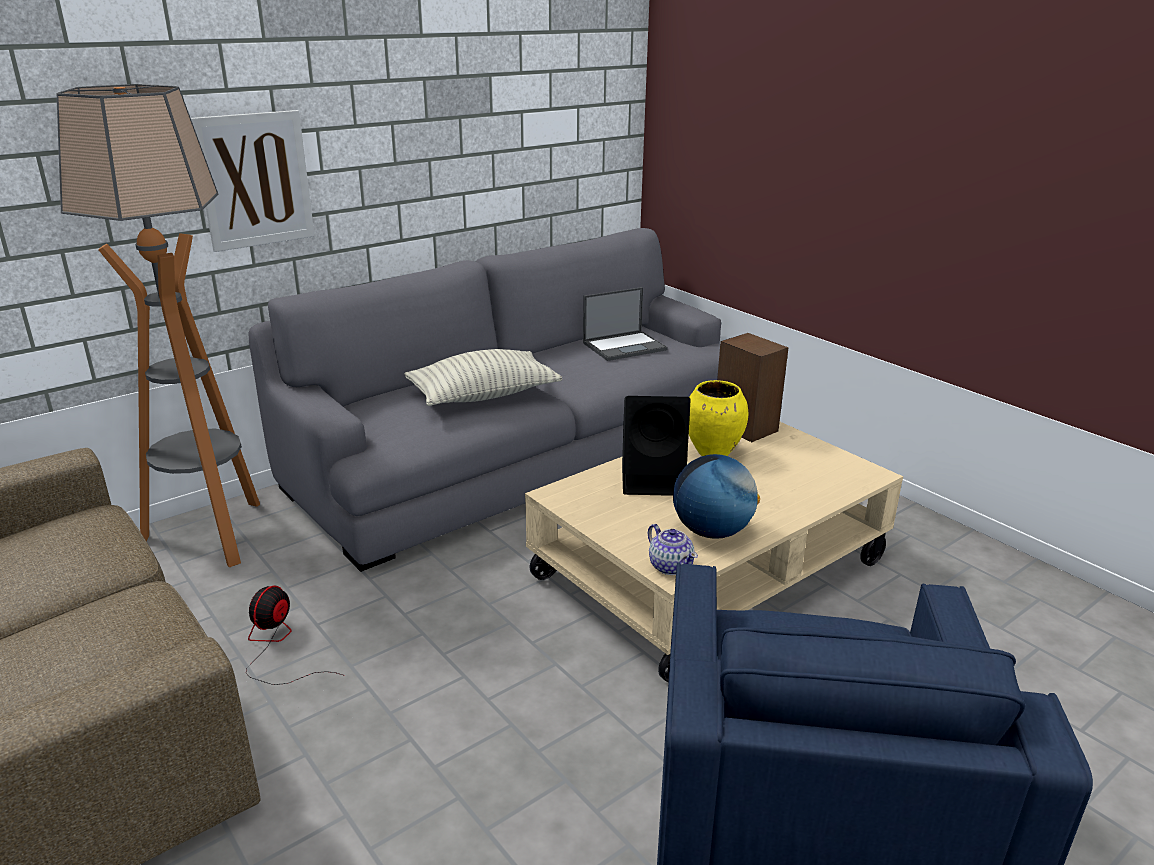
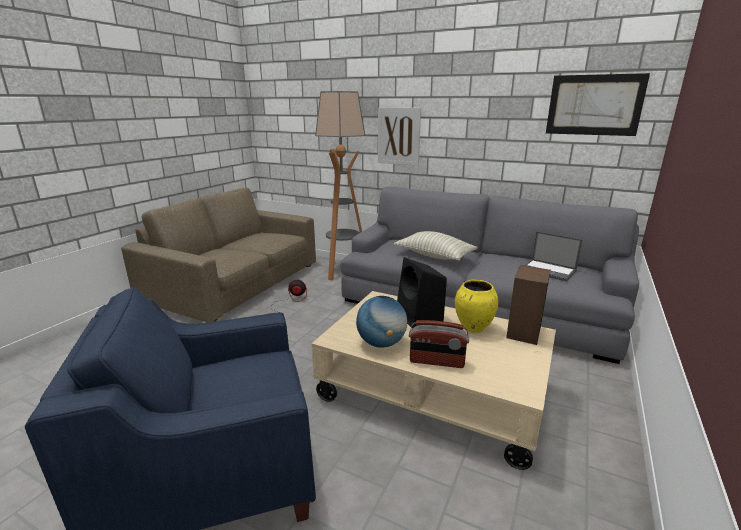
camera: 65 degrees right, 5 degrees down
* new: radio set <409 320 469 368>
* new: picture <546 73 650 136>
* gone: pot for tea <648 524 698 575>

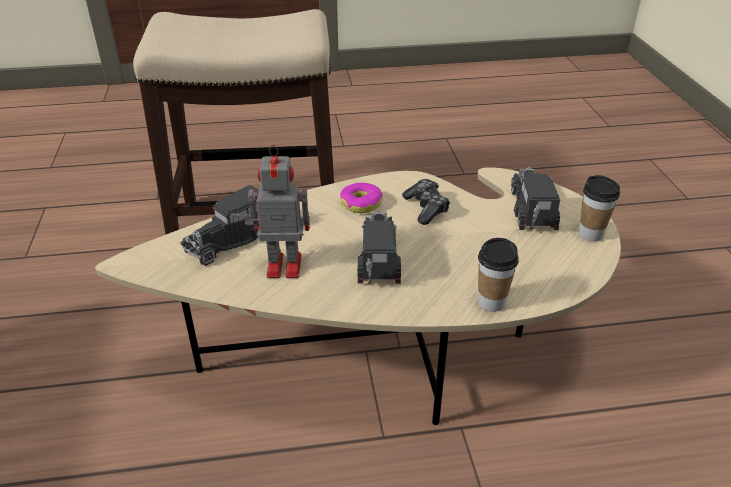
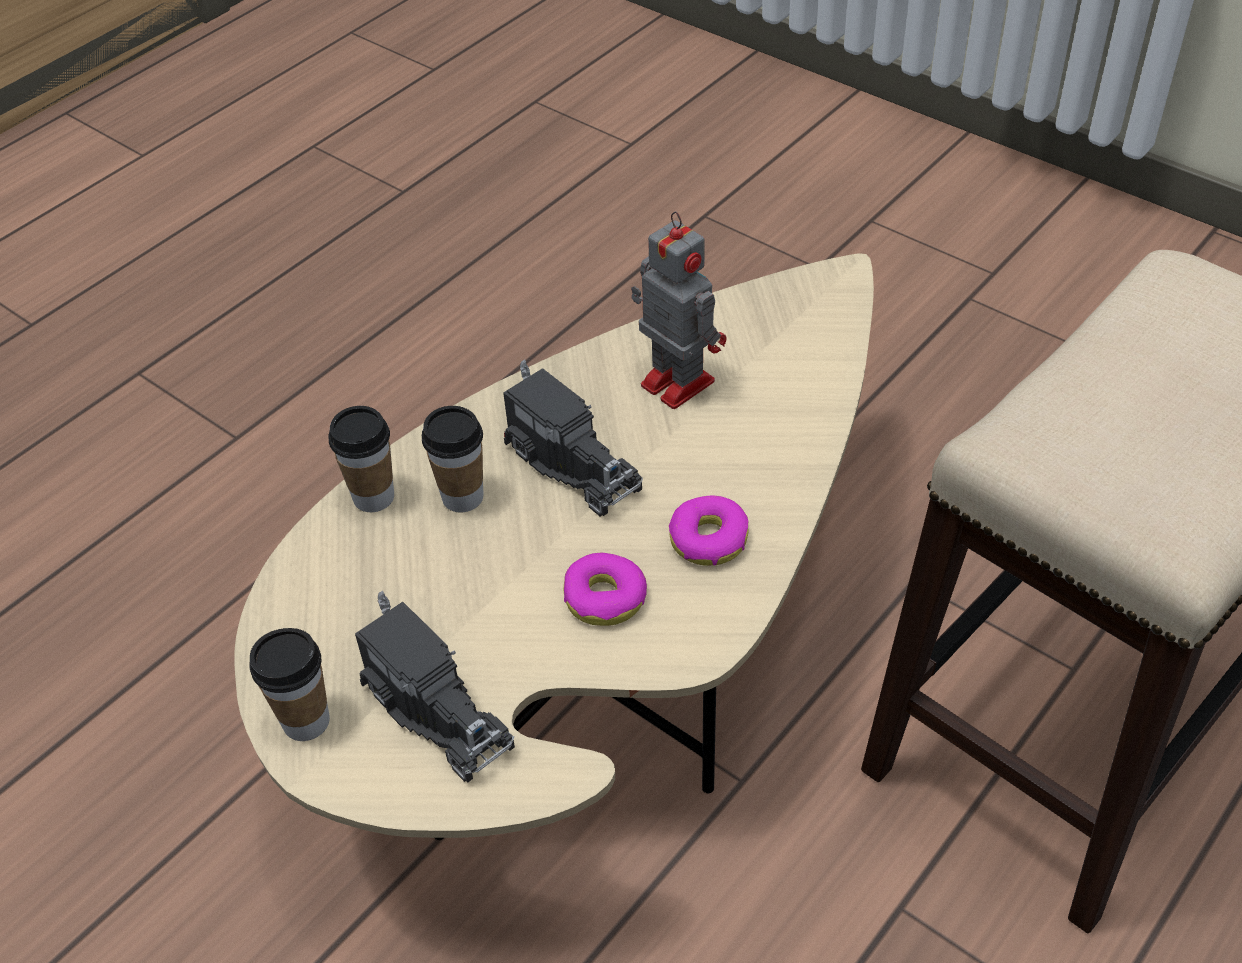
camera: 140 degrees right, 10 degrees up
* new: small cup <422 406 483 513>
* swapped: game controller <402 179 450 225> to doughnut <563 552 647 626>
* rotated: toy robot <244 145 310 278> = <631 211 726 409> 90 degrees counterclockwise
* gone: toy lorry <180 185 259 266>

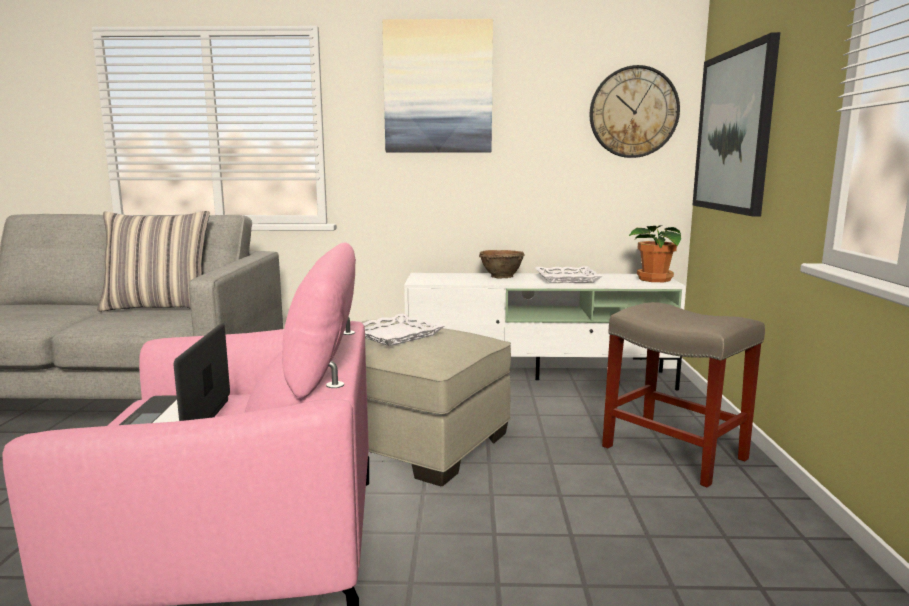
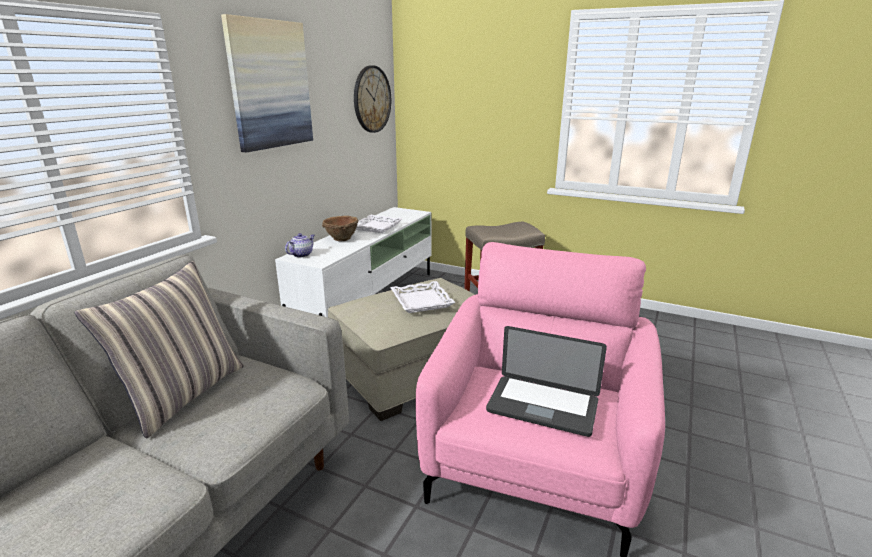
camera: 65 degrees left, 10 degrees up
* new: pot for tea <285 233 314 258>
* gone: houseplant <629 226 681 282>
* gone: picture <693 32 781 217>

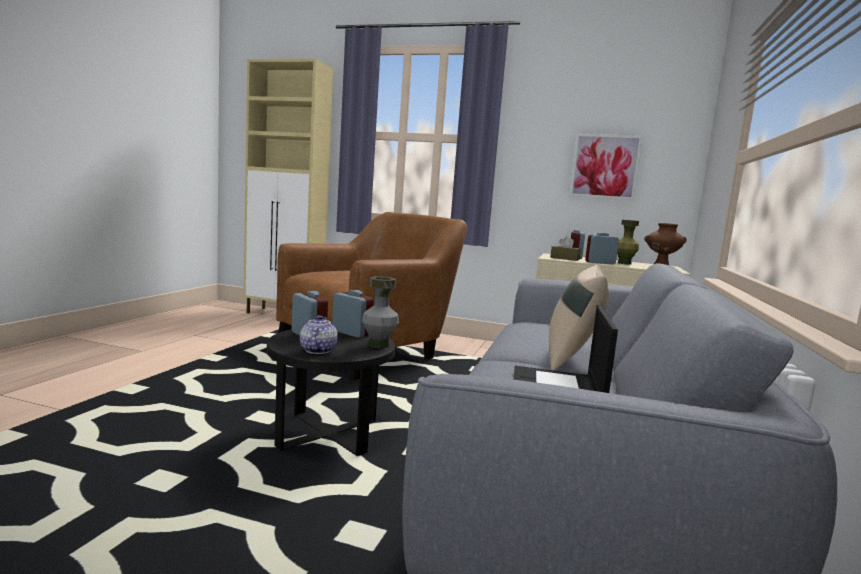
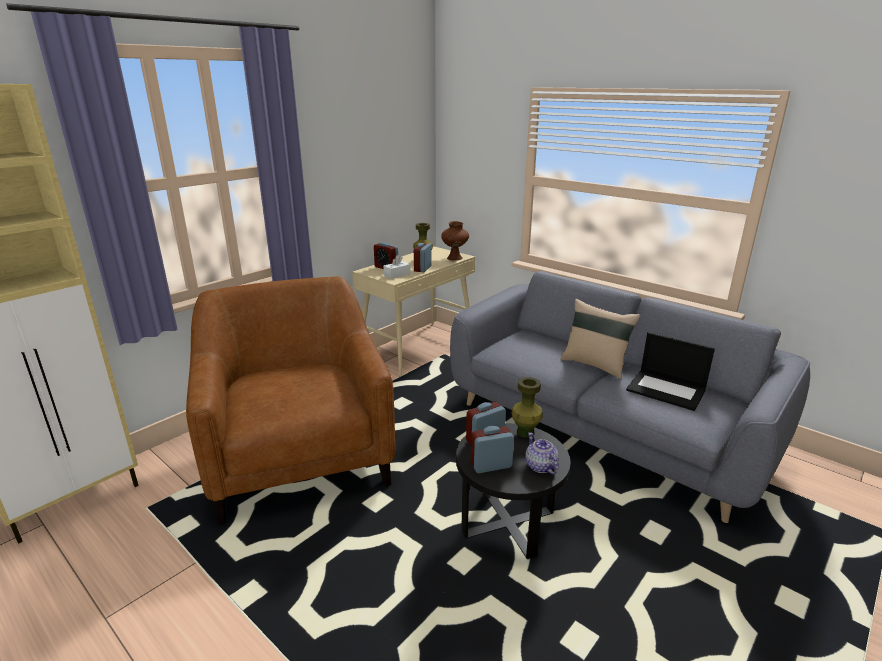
camera: 65 degrees left, 15 degrees up
* repainted: brownish box of tissues <550 236 581 261> to white-coloured box of tissues <383 255 411 279>
* repainted: greyish vase <362 277 399 348> to greenish vase <511 377 543 438>
* rotated: pot for tea <300 315 338 354> = <526 432 559 474> 45 degrees clockwise
* gone: picture <569 134 643 201>

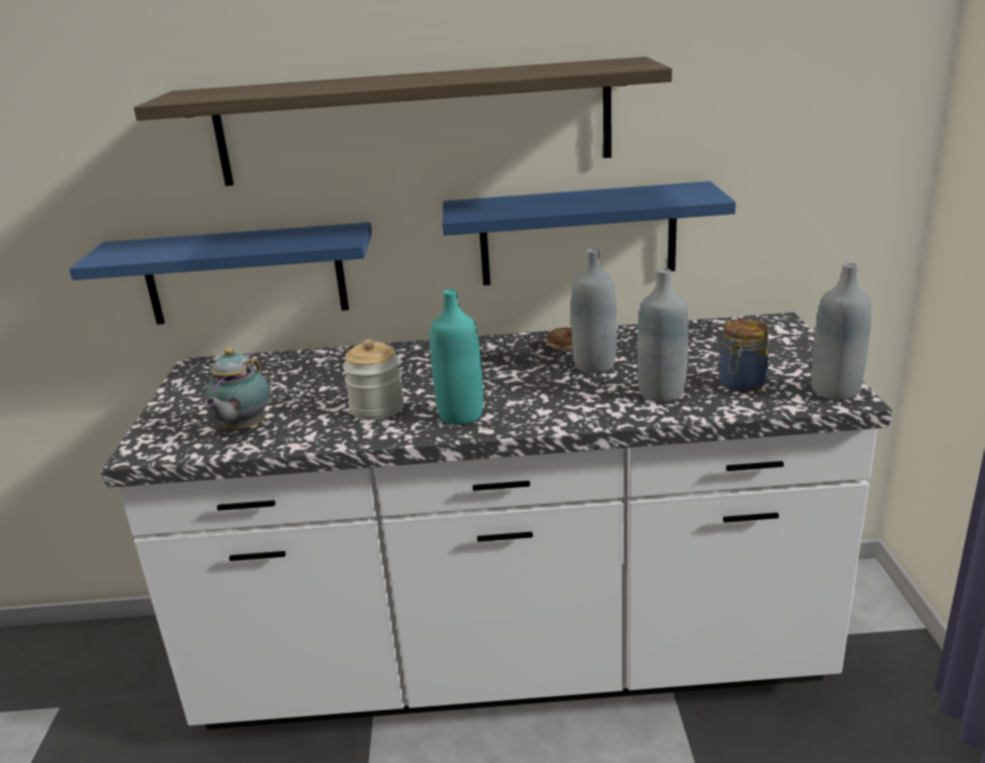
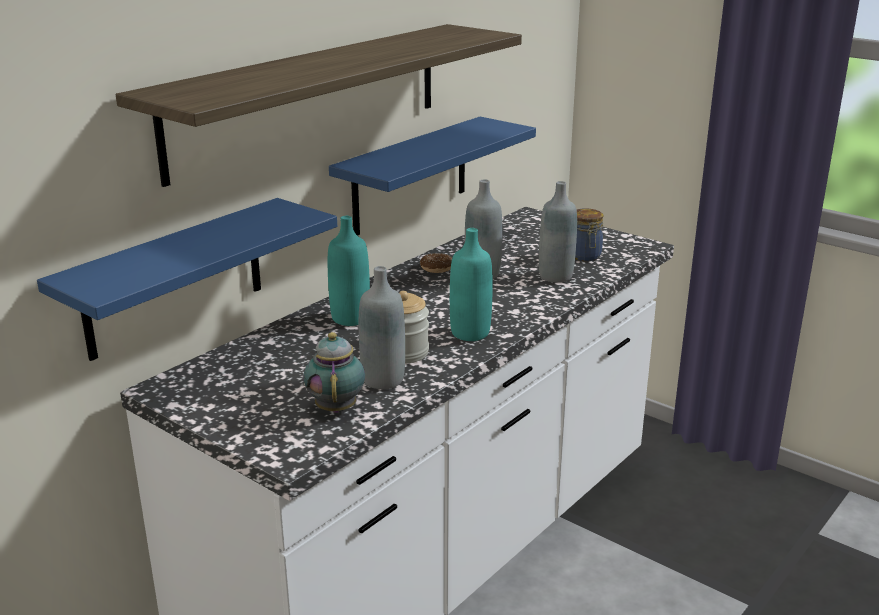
camera: 50 degrees left, 0 degrees up
* rotated: pot for tea <204 348 270 432> = <304 332 365 413> 150 degrees counterclockwise
* new: turquoise-coloured bottle <328 216 370 326>
* shifted: greyish bottle <811 263 872 400> to <359 266 405 389>

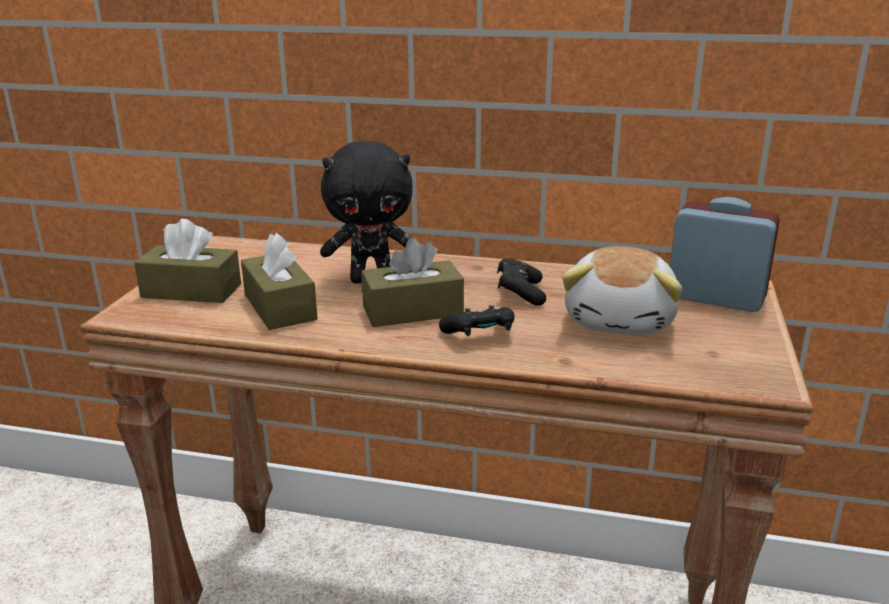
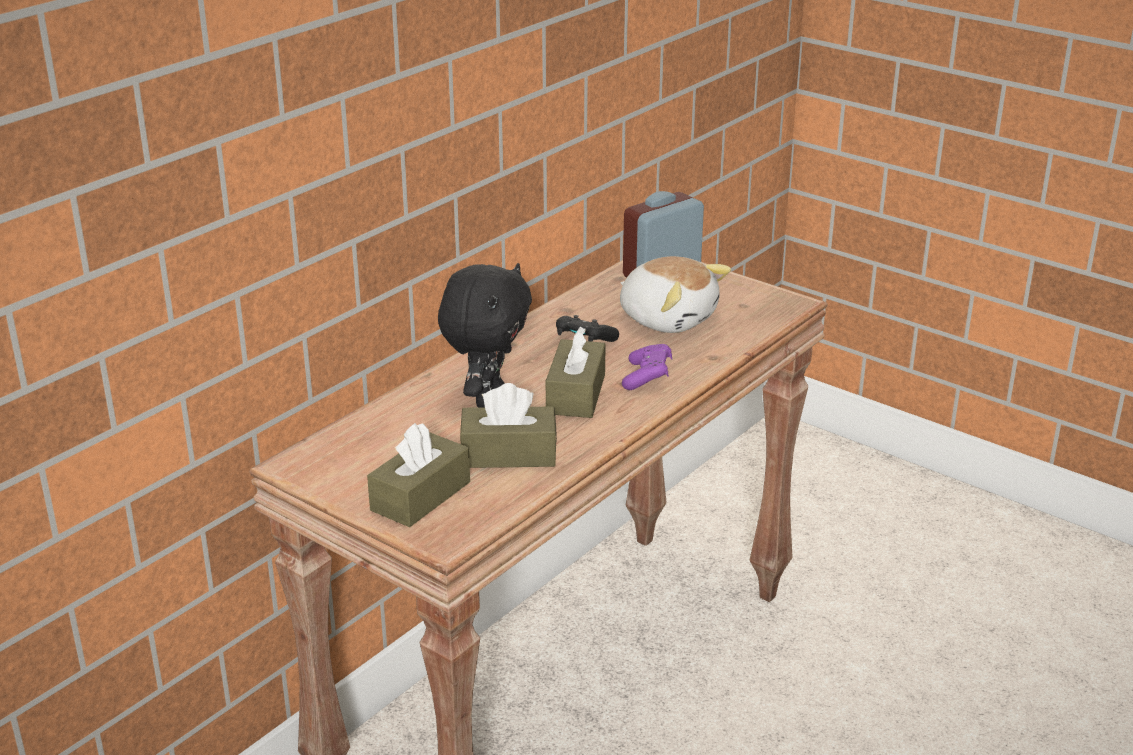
camera: 65 degrees left, 5 degrees up
* repainted: black-coloured game controller <439 305 515 336> to purple-coloured game controller <622 344 672 390>

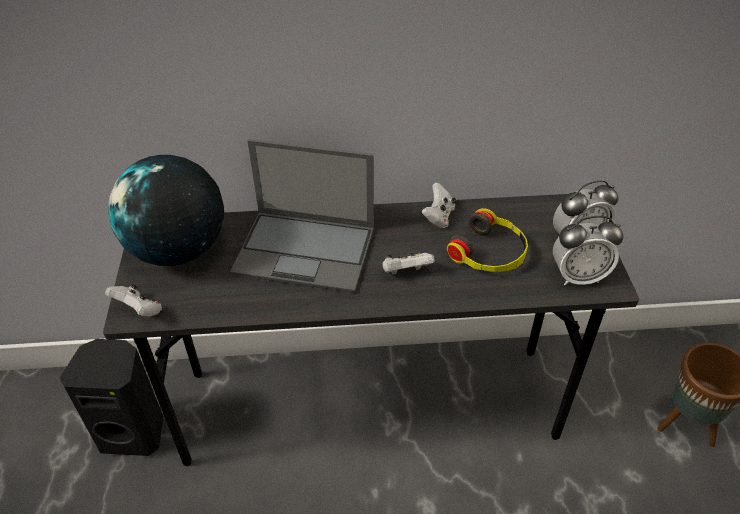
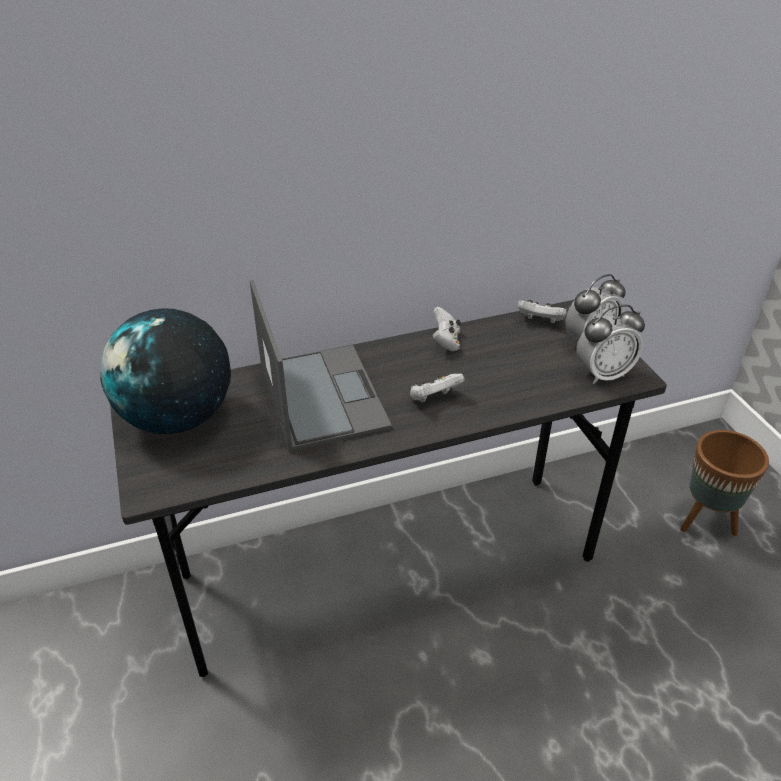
camera: 15 degrees left, 5 degrees down
* rotated: notebook computer <230 139 374 293> = <250 280 392 451> 105 degrees counterclockwise
* shifted: white-coloured game controller <105 284 162 316> to <518 300 567 323>
* gone: black-coloured audio speaker <60 339 163 456>
* gone: headphones <447 208 528 272>

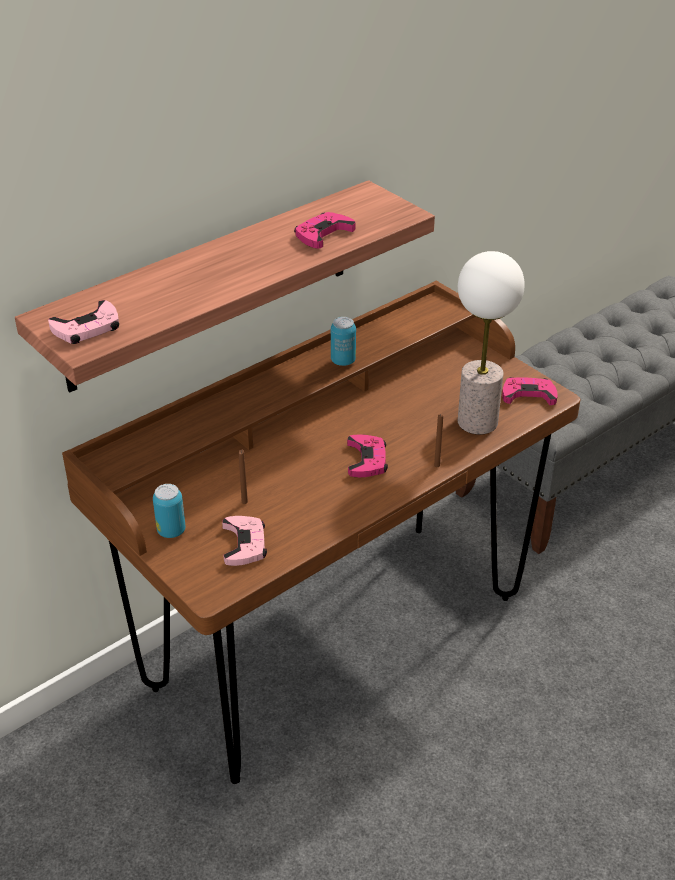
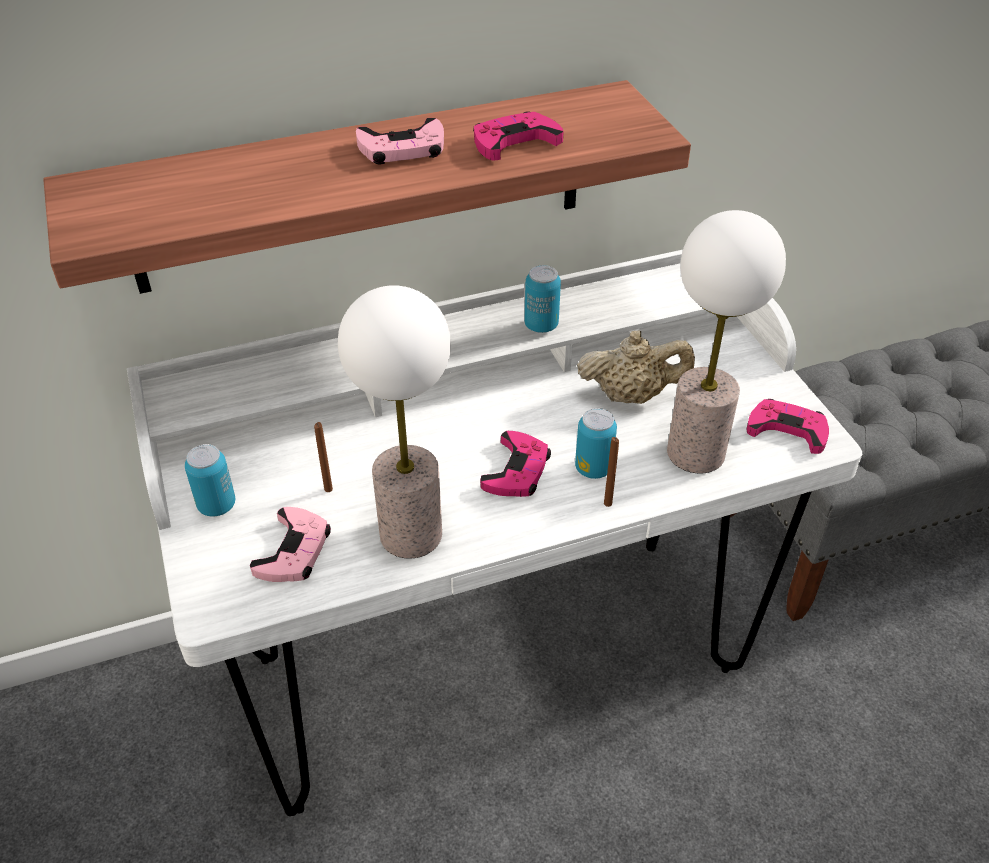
camera: 20 degrees right, 5 degrees up
* repainted: brownish desk unit <62 281 581 784> to white-coloured desk unit <127 250 862 816>
* new: table lamp <338 285 451 559>
* shifted: pink-coloured game controller <48 300 119 344> to <356 118 444 165>
* new: sealed can <575 408 617 479>
* new: sand-coloured pot for tea <577 330 695 404>

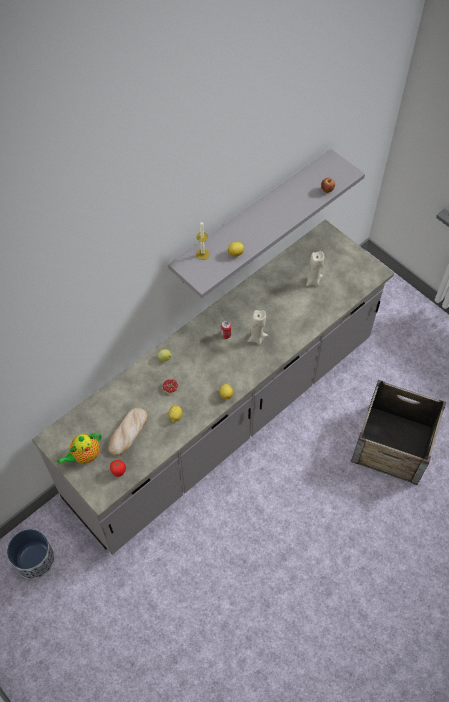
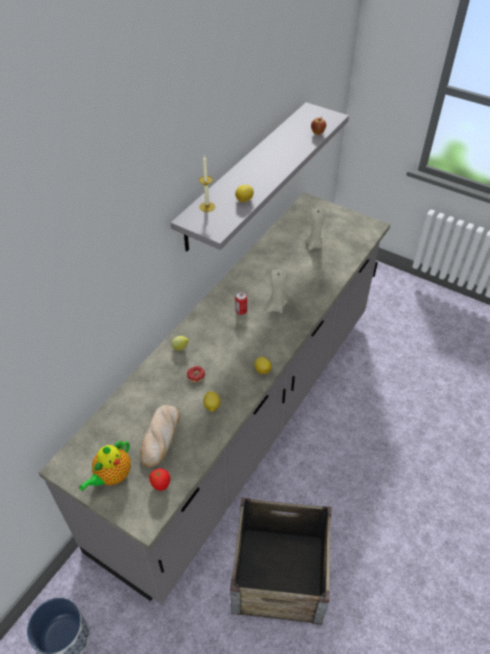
camera: 15 degrees left, 10 degrees down
* shifted: crate <351 380 446 485> to <230 498 331 625>

